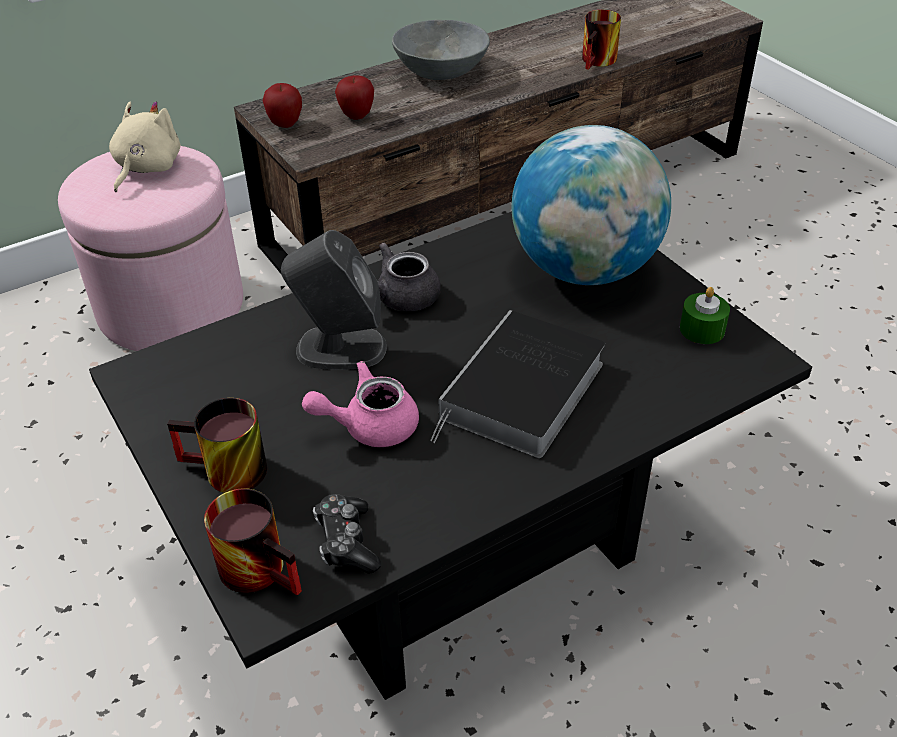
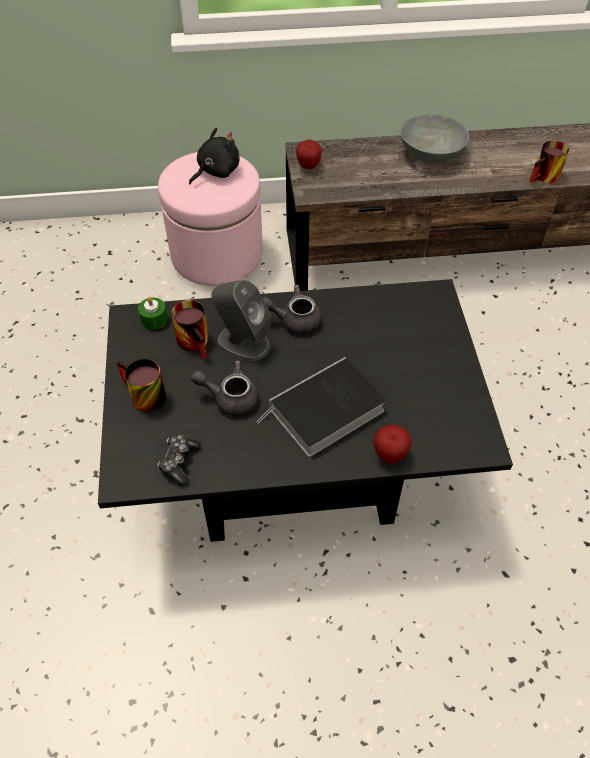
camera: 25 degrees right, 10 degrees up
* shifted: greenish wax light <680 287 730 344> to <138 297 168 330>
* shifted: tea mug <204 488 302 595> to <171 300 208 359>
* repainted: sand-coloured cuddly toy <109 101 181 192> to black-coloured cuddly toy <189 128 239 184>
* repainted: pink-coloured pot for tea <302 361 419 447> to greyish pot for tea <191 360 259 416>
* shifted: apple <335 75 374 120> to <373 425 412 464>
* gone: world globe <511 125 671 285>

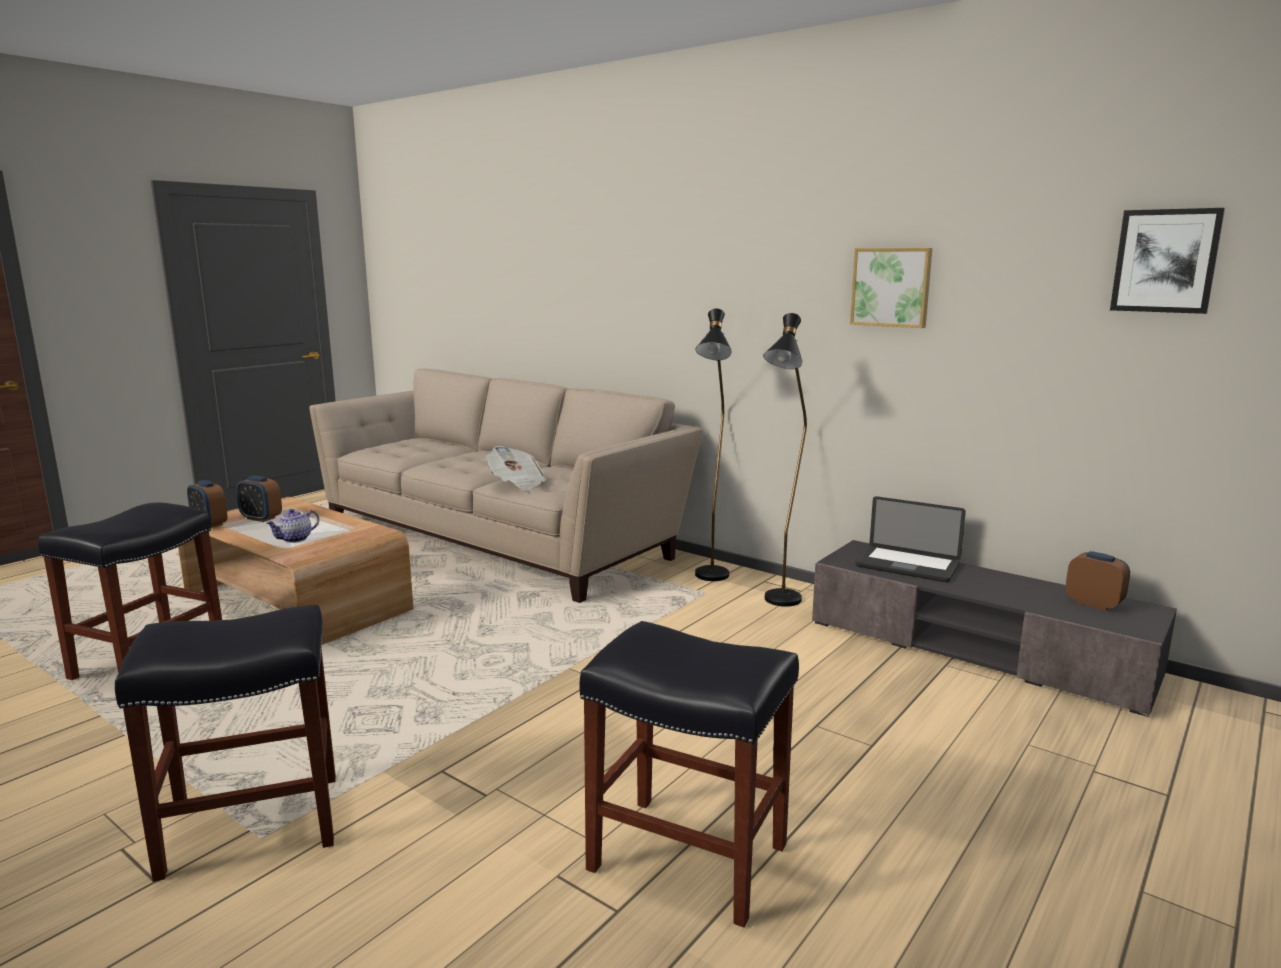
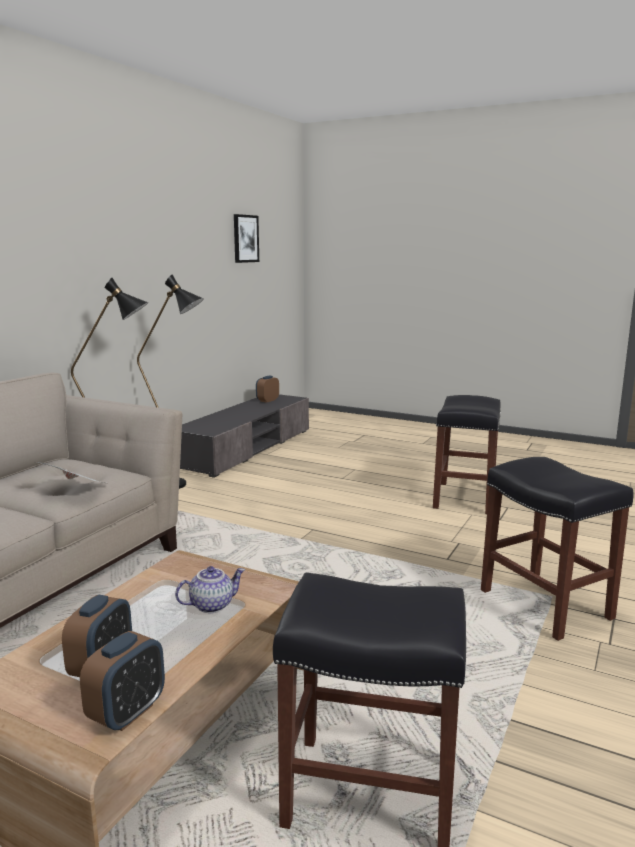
camera: 100 degrees left, 0 degrees up
* rotated: pot for tea <266 509 319 543> = <175 566 245 613> 60 degrees counterclockwise
* gone: picture <850 248 933 328>
* gone: notebook computer <856 496 966 582>

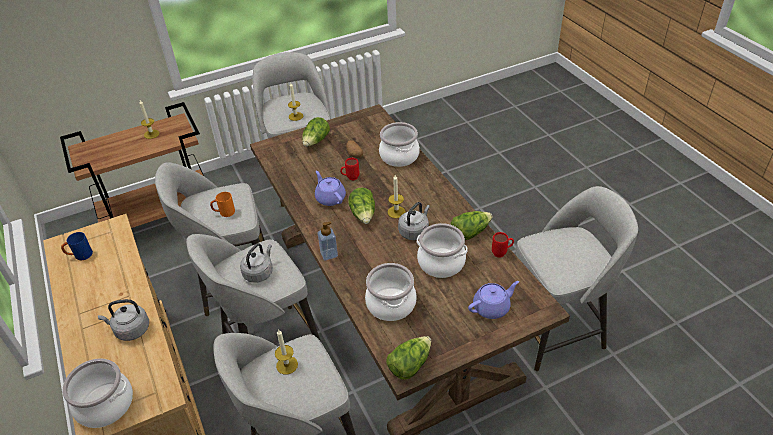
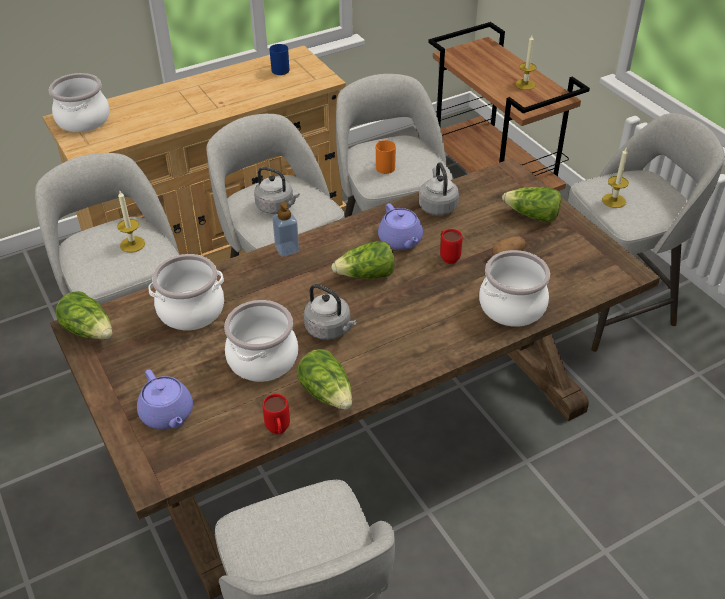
camera: 85 degrees right, 0 degrees up
* rotated: purple-coloured pot for tea <315 171 346 206> = <378 203 423 250> 105 degrees clockwise
* shifted: greyish water kettle <98 299 149 341> to <419 162 459 215>
* gone: wax light <388 175 406 218>

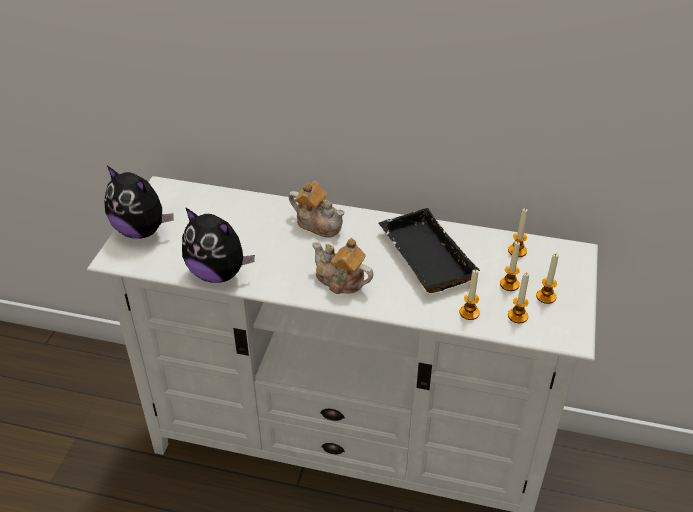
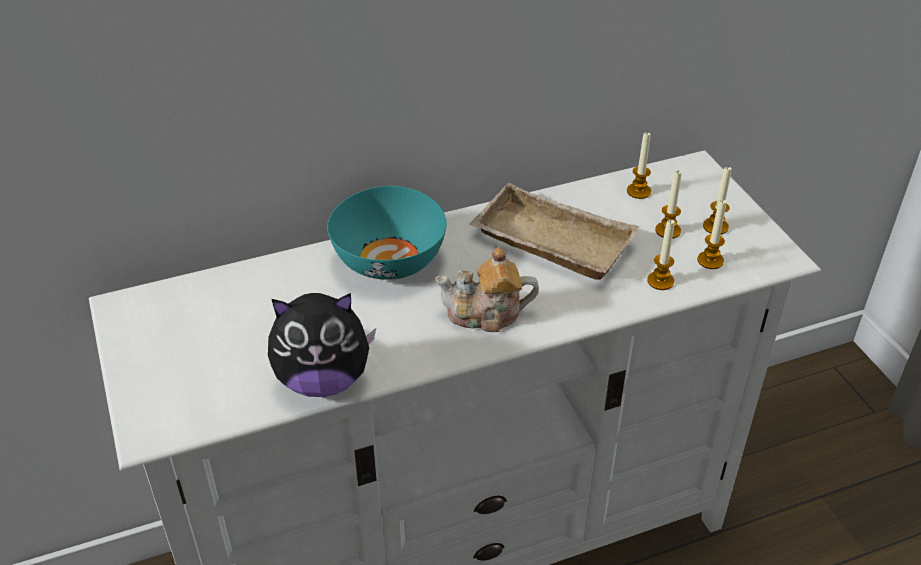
camera: 35 degrees left, 0 degrees up
* swapped: pot for tea <289 181 345 238> to turquoise-coloured deep dish <327 186 447 280>
* repainted: black-coloured serving tray <378 208 480 293> to sand-coloured serving tray <469 183 639 280>
* gone: cuddly toy <104 166 174 239>

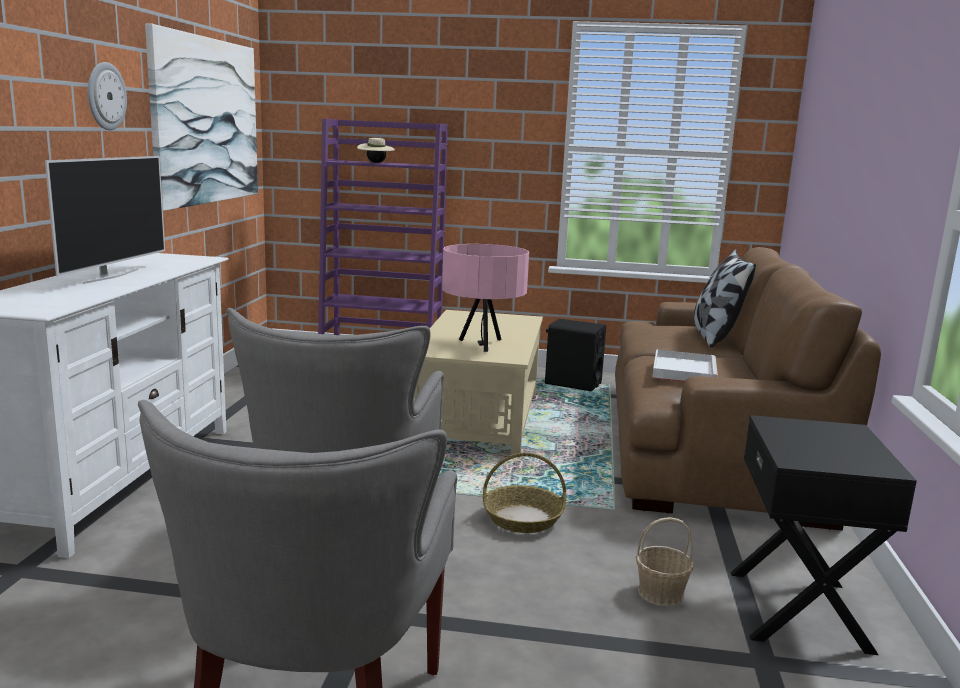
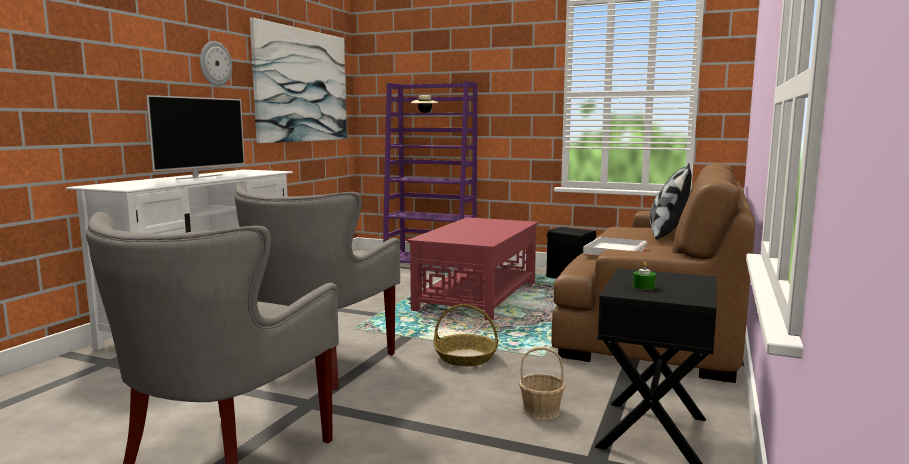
camera: 15 degrees right, 5 degrees down
* repainted: sand-coloured lounge table <414 310 543 458> to reddish lounge table <408 217 538 320>
* new: greenish wax light <633 262 656 290>
* gone: pink-coloured table lamp <442 244 529 352>

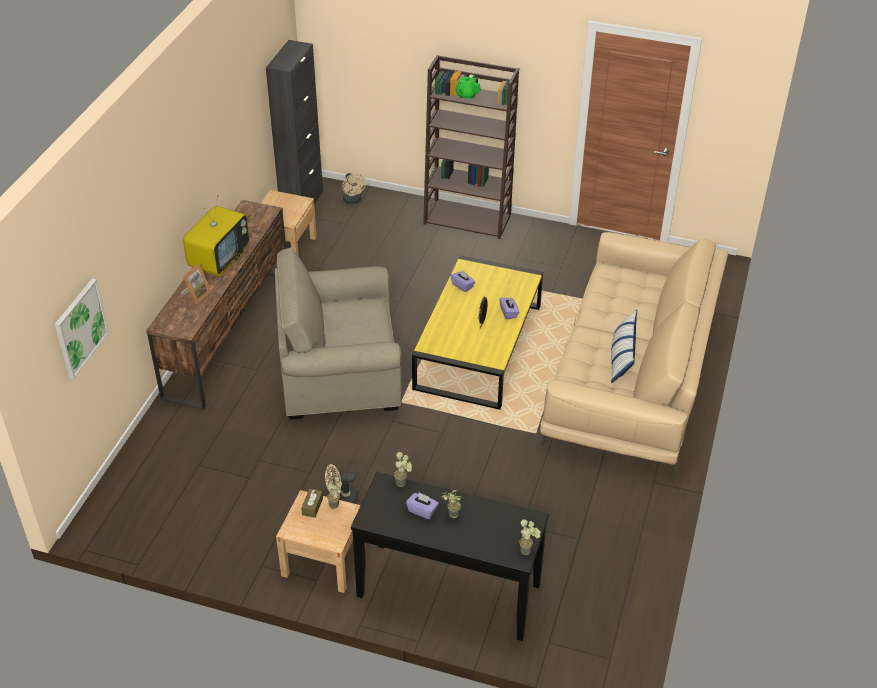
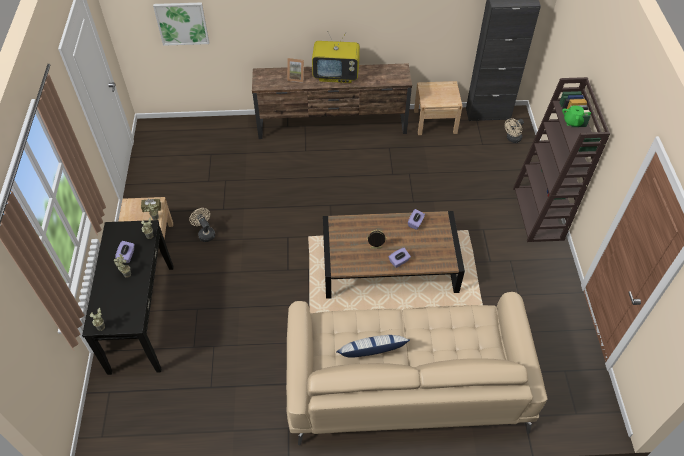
camera: 70 degrees right, 10 degrees up
* repainted: yellowish lounge table <412 255 543 410> to brownish lounge table <323 211 465 299>
* gone: sand-coloured lounge chair <275 248 402 420>

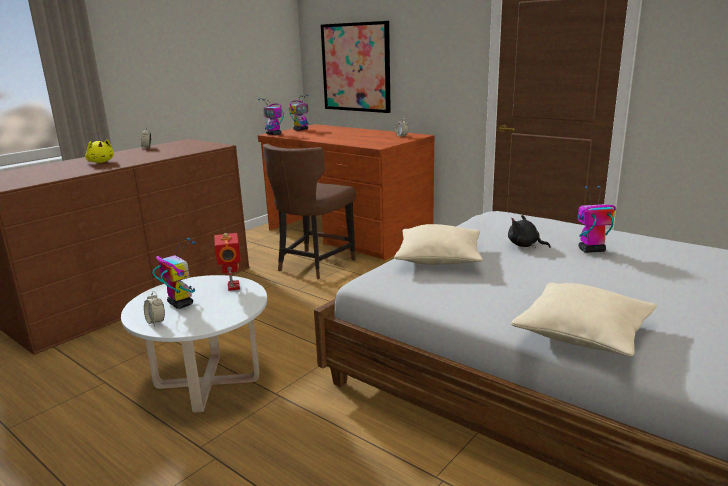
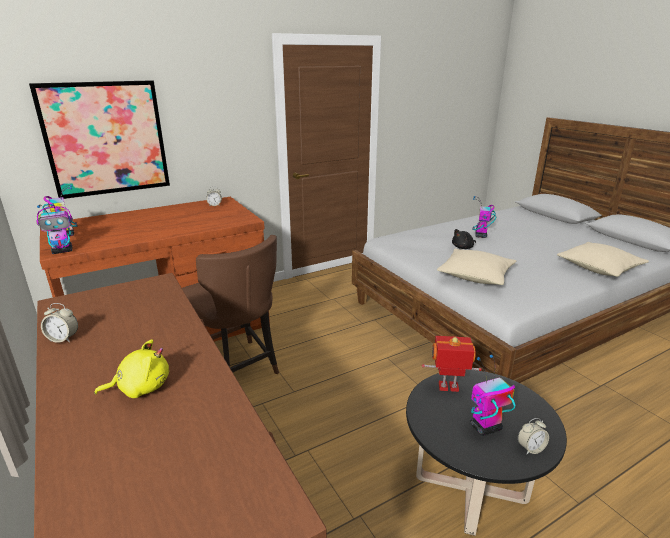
camera: 70 degrees left, 5 degrees up
* repainted: white-coloured lounge table <121 275 267 413> to black-coloured lounge table <406 370 567 536>

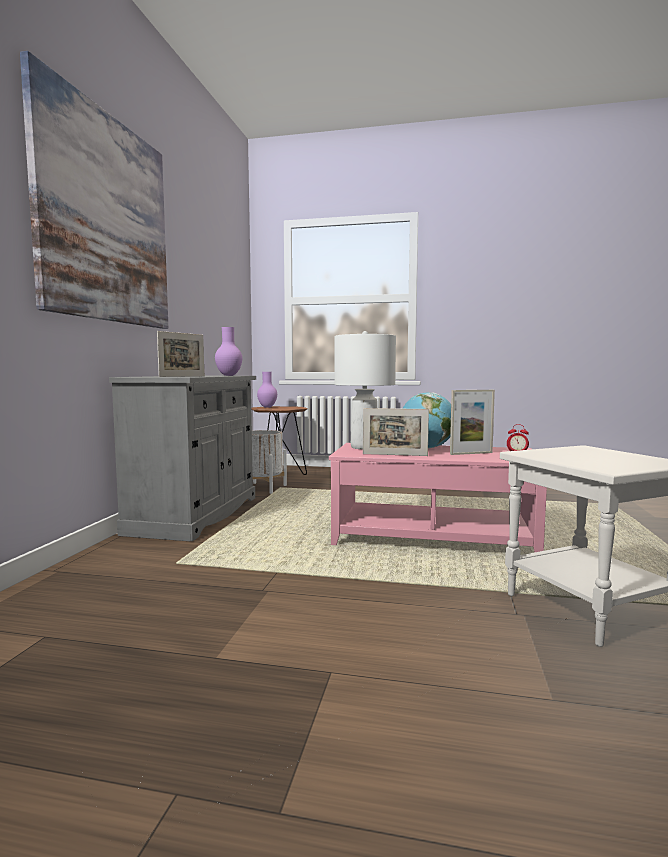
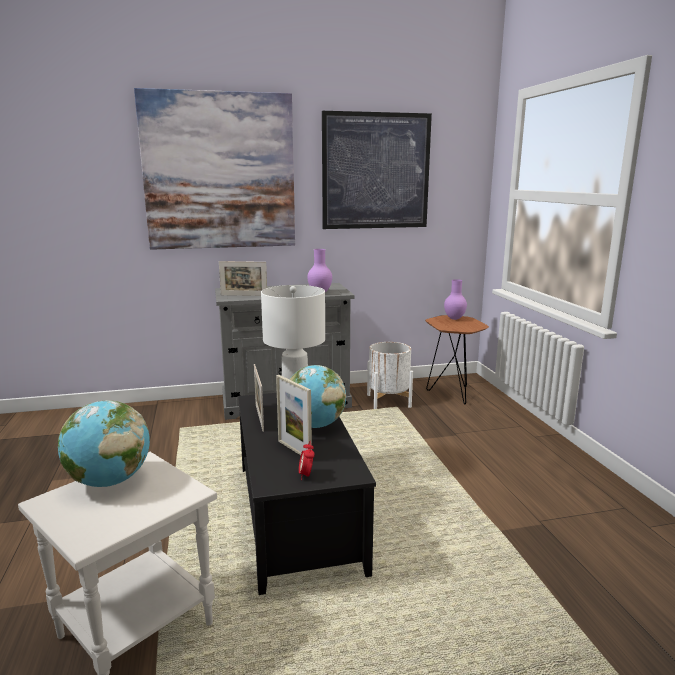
camera: 65 degrees right, 10 degrees up
* new: world globe <58 400 150 487>
* repainted: pink-coloured lounge table <329 443 547 552> to black-coloured lounge table <238 393 376 595>
* new: picture <322 111 432 229>

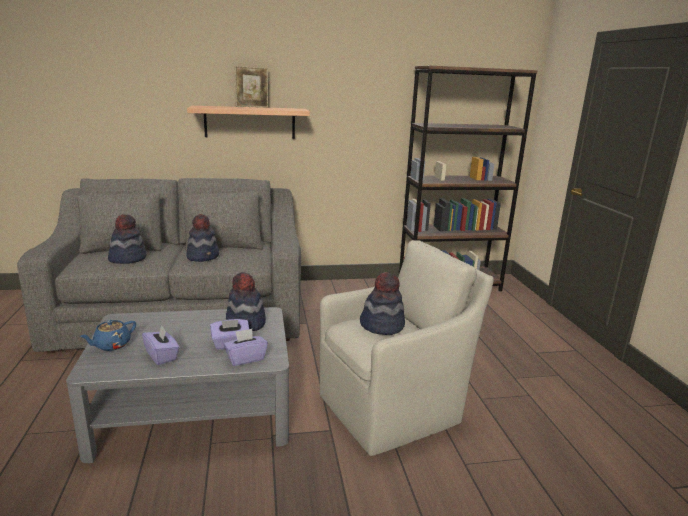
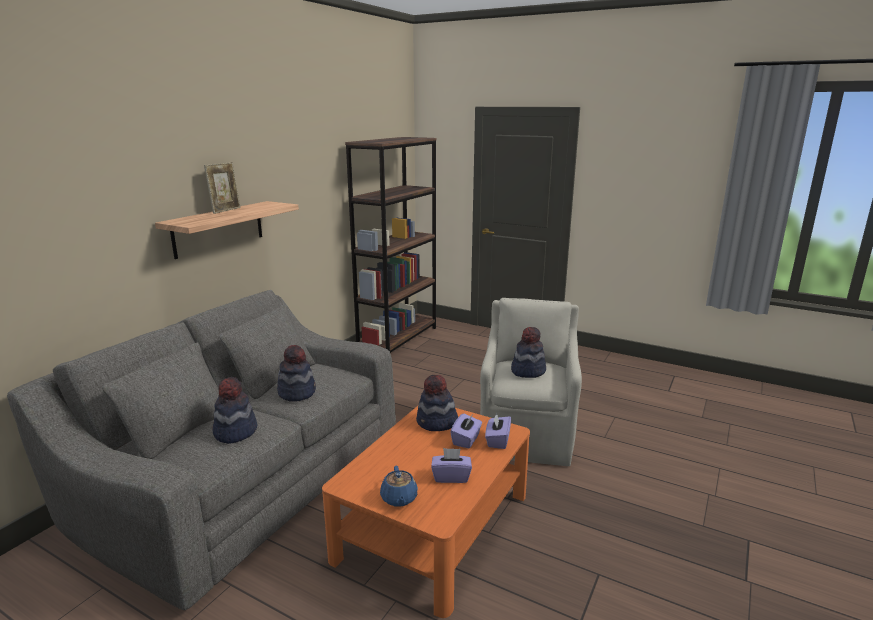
camera: 50 degrees left, 0 degrees up
* repainted: greyish lounge table <66 307 289 463> to orange-coloured lounge table <322 406 530 618>

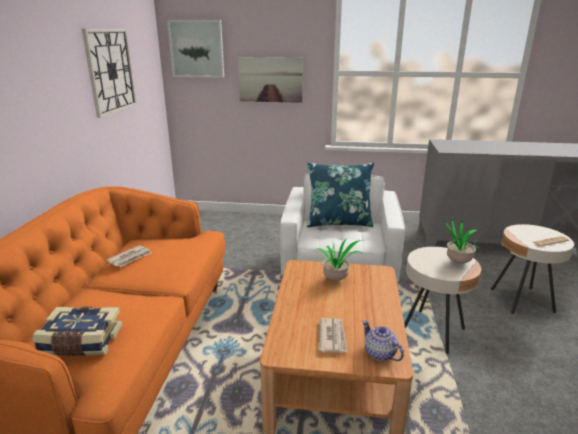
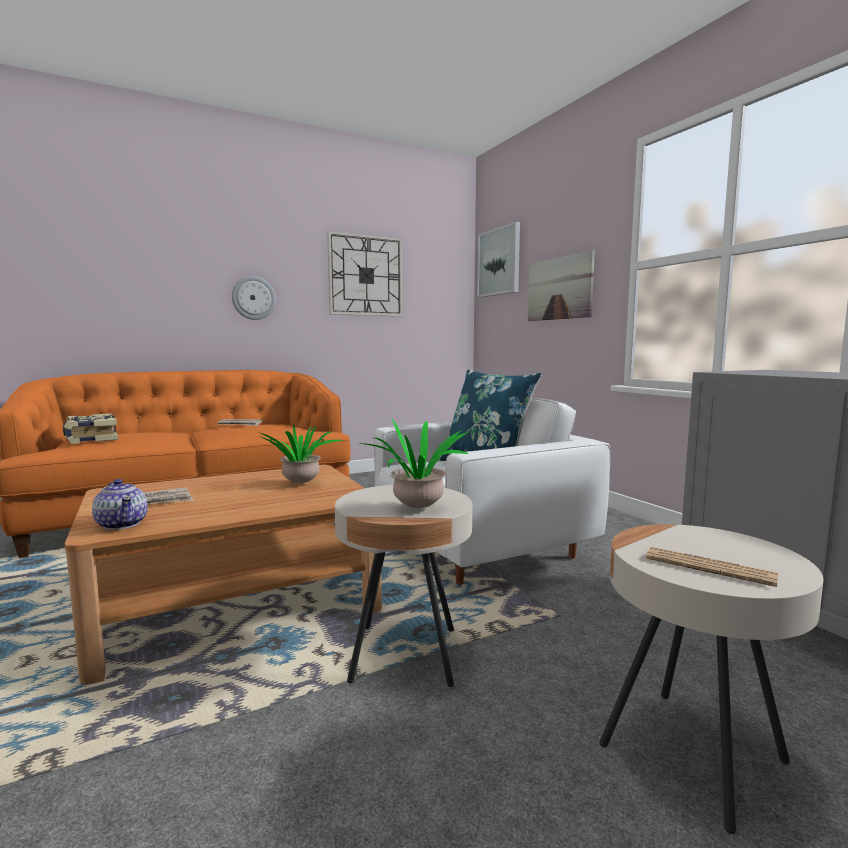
camera: 55 degrees right, 15 degrees down
* rotated: pot for tea <362 321 404 361> = <92 479 148 530> 120 degrees clockwise
* new: hanging clock <232 276 276 320>

